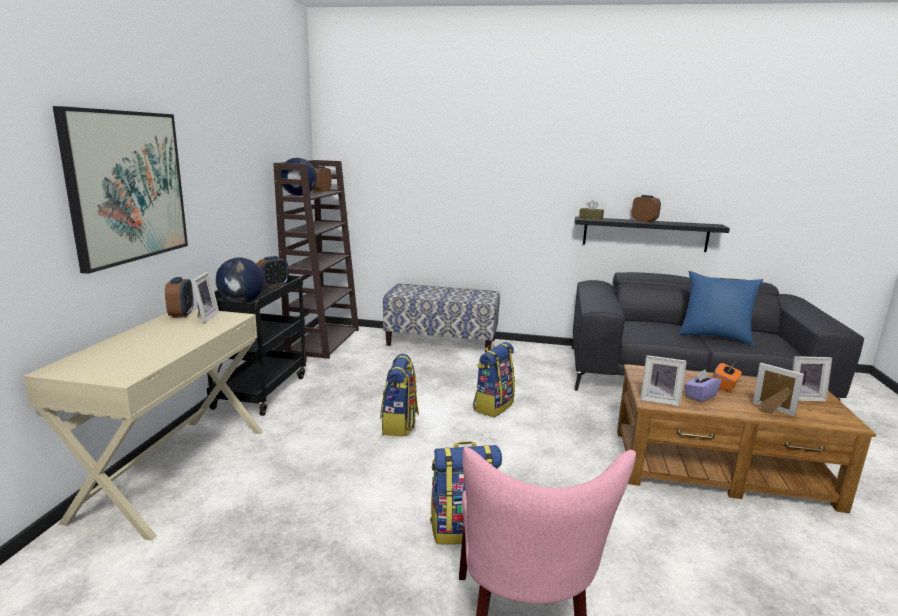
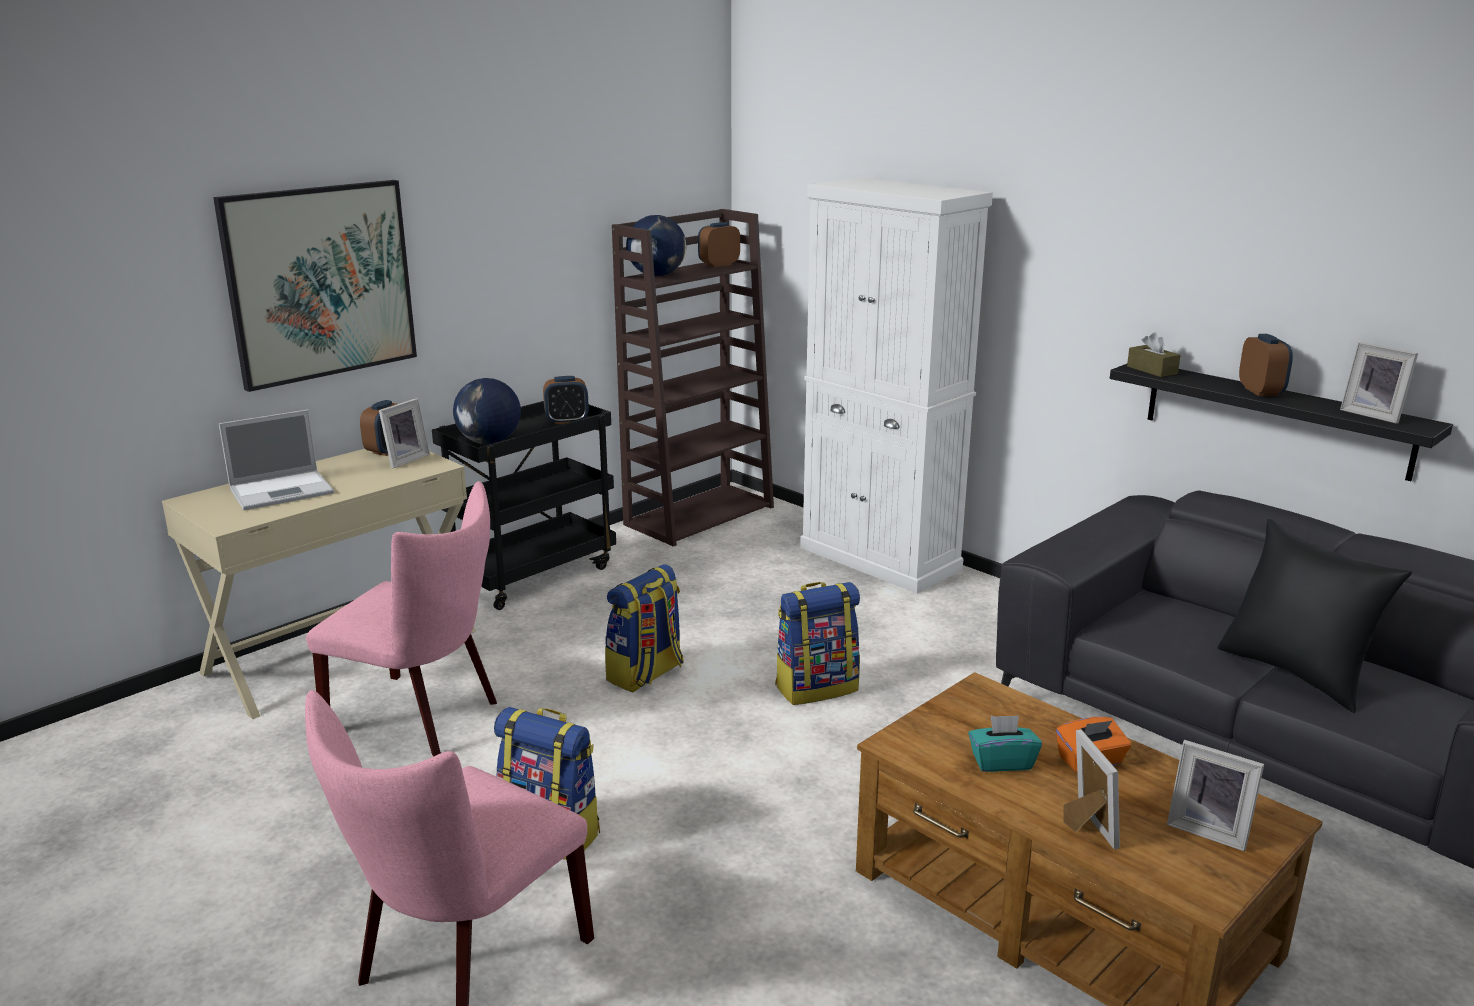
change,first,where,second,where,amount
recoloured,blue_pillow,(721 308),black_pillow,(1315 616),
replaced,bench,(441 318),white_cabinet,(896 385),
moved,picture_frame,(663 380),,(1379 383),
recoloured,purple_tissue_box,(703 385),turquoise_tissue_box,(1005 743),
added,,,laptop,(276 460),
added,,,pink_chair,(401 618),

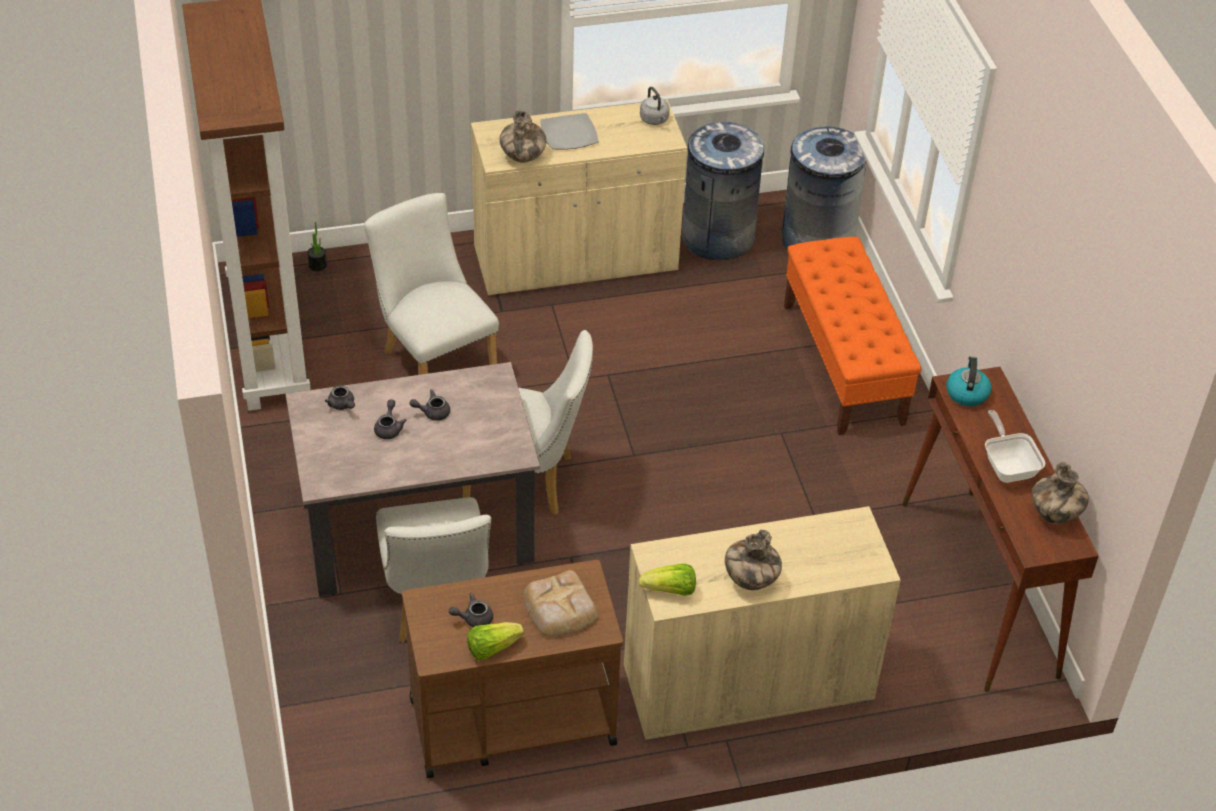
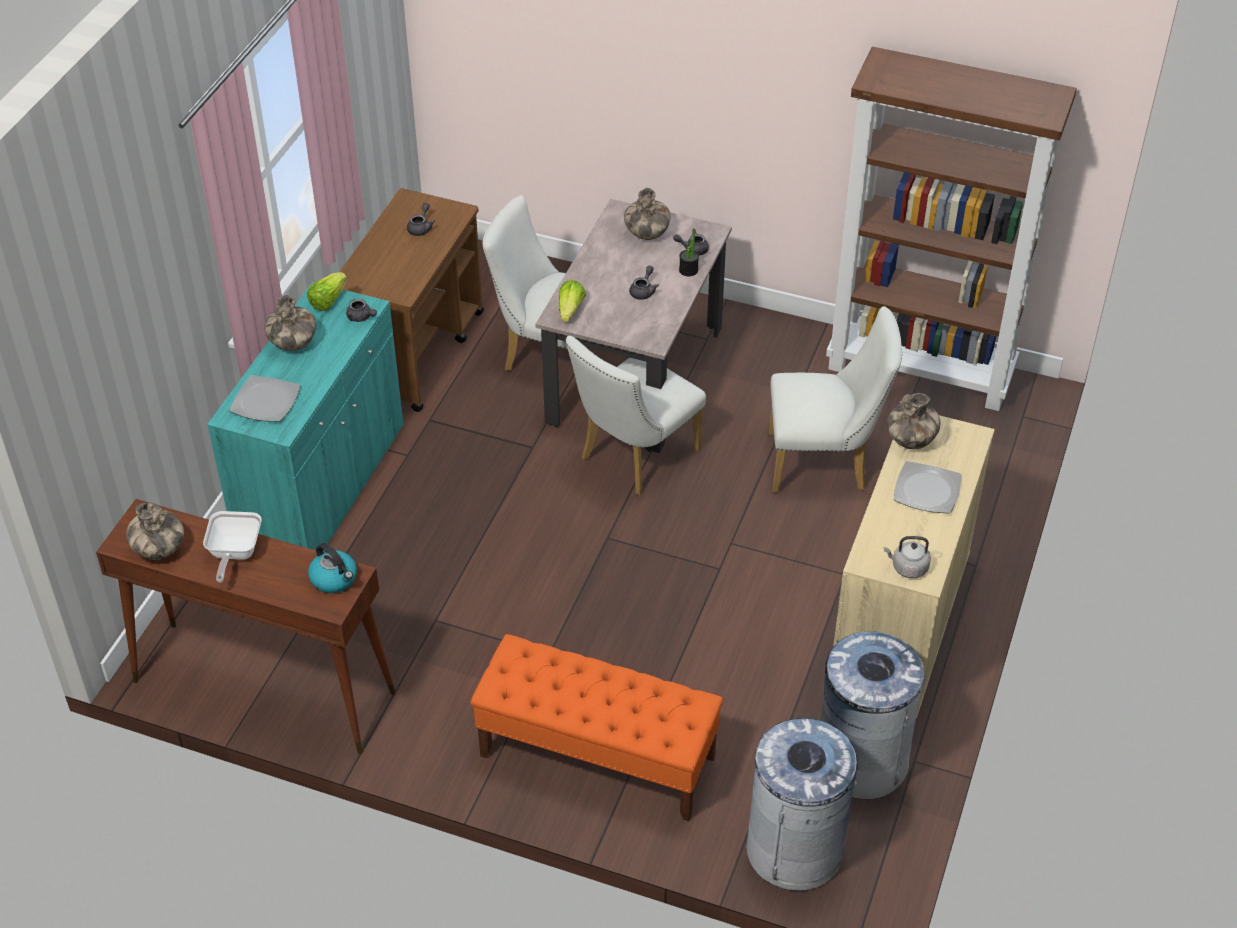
change,first,where,second,where,amount
moved,potted_plant,(317 246),,(689 252),
moved,grey_teapot,(390 419),,(361 310),
turned,frying_pan,(1015 446),,(232 547),75 degrees clockwise
recoloured,beige_cabinet,(762 623),turquoise_cabinet,(305 416),
removed,bread,(561 603),,,
moved,lettuce,(495 641),,(572 301),
added,,,vase,(647 214),
added,,,plate,(265 398),

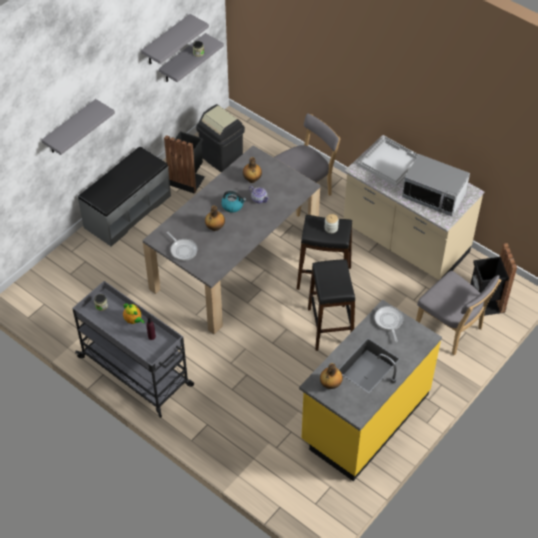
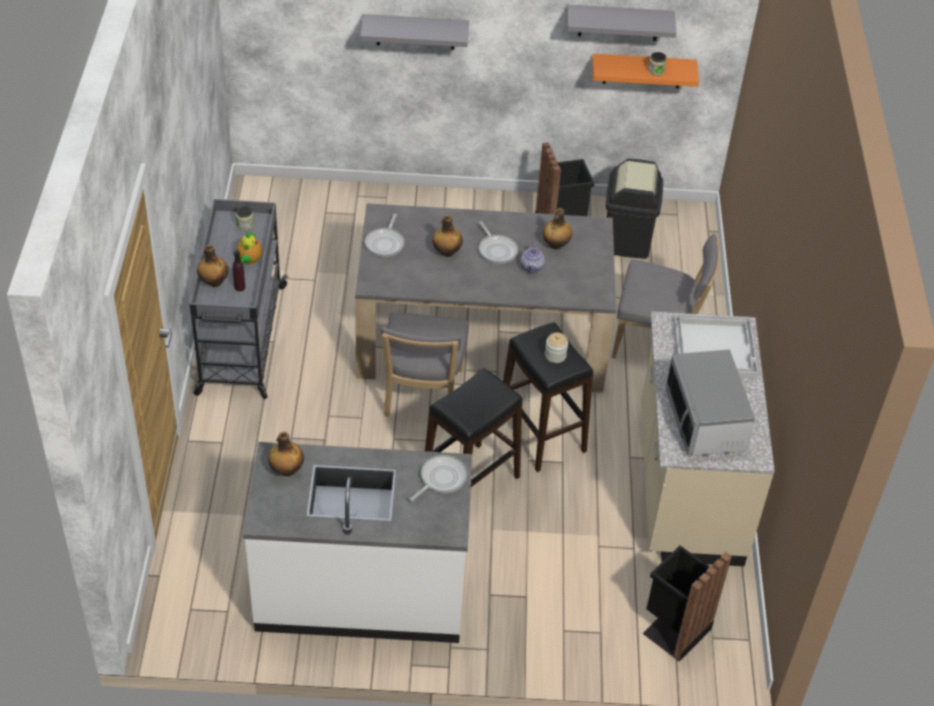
change,first,where,second,where,amount
recoloured,grey_shelf,(191 57),orange_shelf,(645 71),
removed,grey_bench,(124 196),,,
replaced,kettle,(233 202),frying_pan,(498 242),
moved,grey_chair,(458 313),,(425 364),
recoloured,yellow_counter,(370 390),white_counter,(357 542),
added,,,bottle,(213 266),

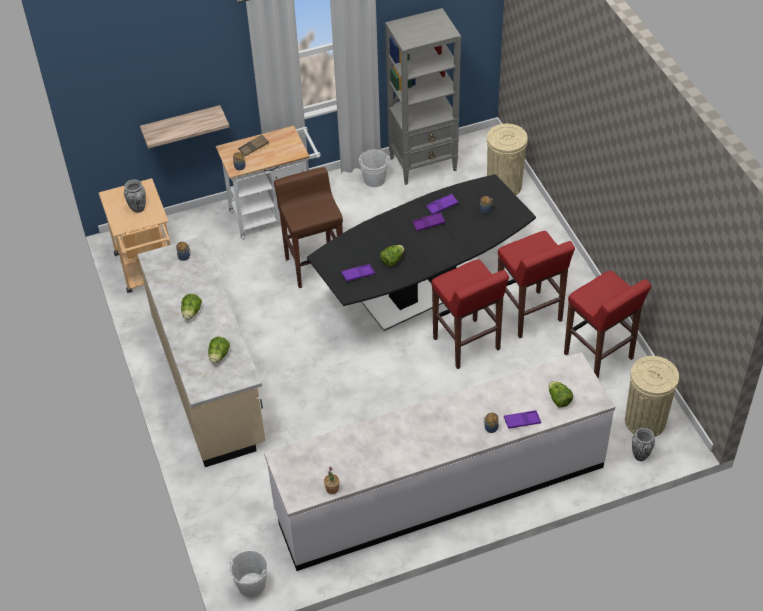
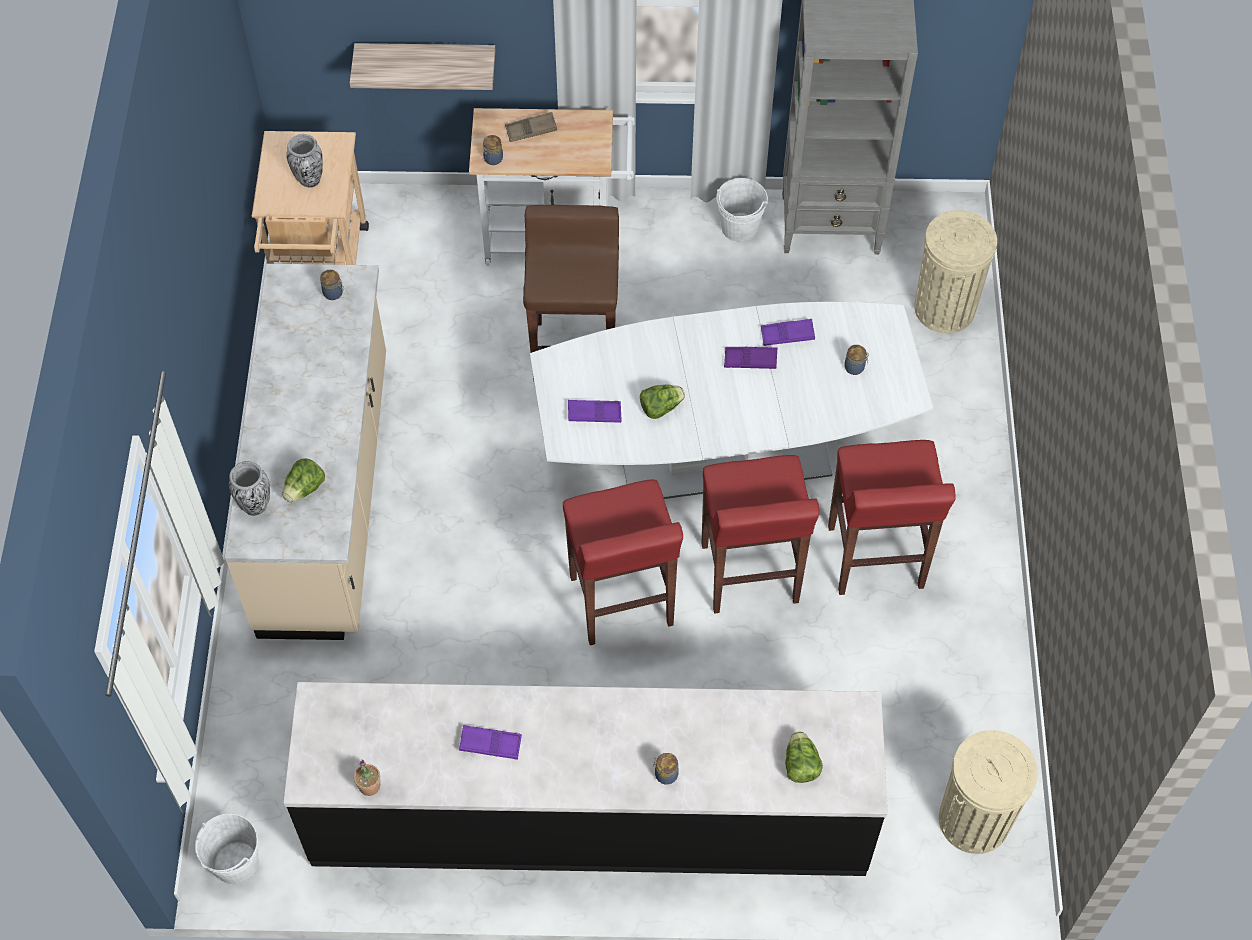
change,first,where,second,where,amount
recoloured,black_dining_table,(421 252),white_dining_table,(731 400),
moved,red_stool,(607 325),,(623 562),
removed,lettuce,(191 307),,,
recoloured,white_counter,(439 461),black_counter,(585 779),
moved,purple_tray,(522 419),,(490 742),
moved,vase,(643 444),,(249 488),

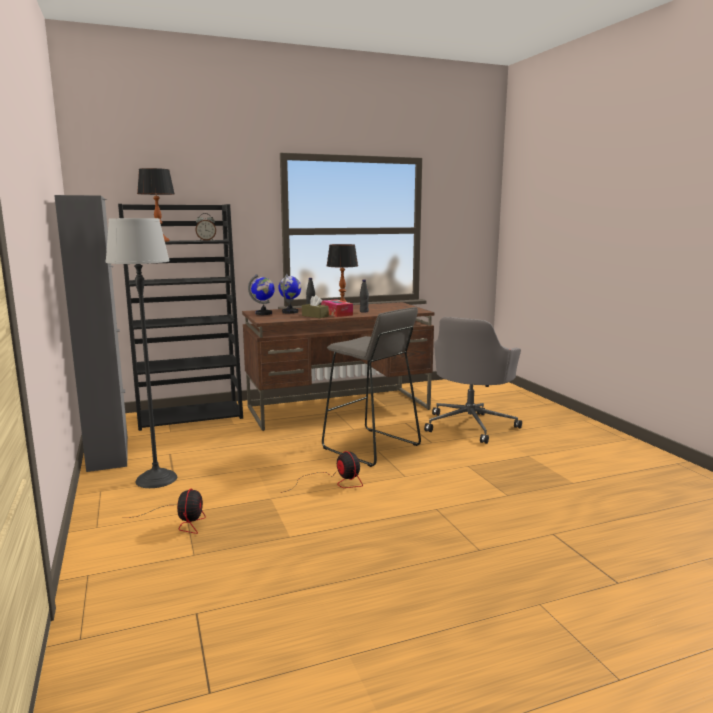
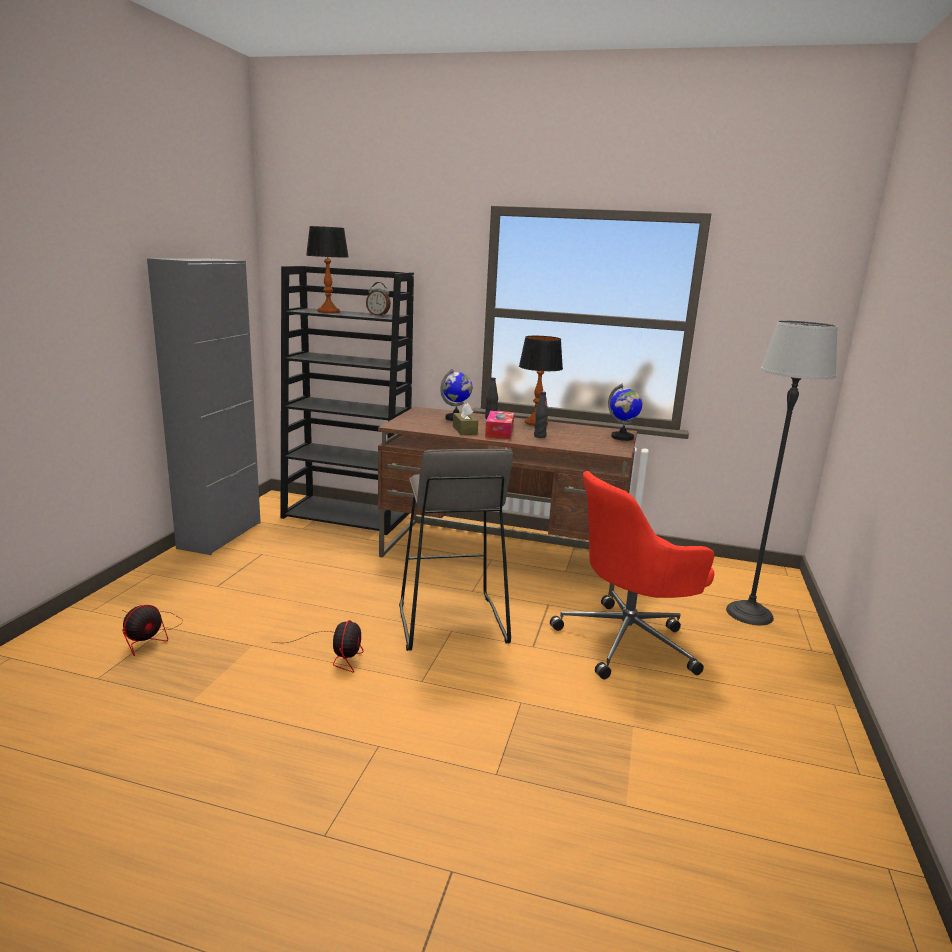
change,first,where,second,where,amount
moved,floor_lamp,(141 353),,(782 472),
moved,globe,(261 294),,(625 412),
recoloured,grey_office_chair,(473 380),red_office_chair,(632 575),

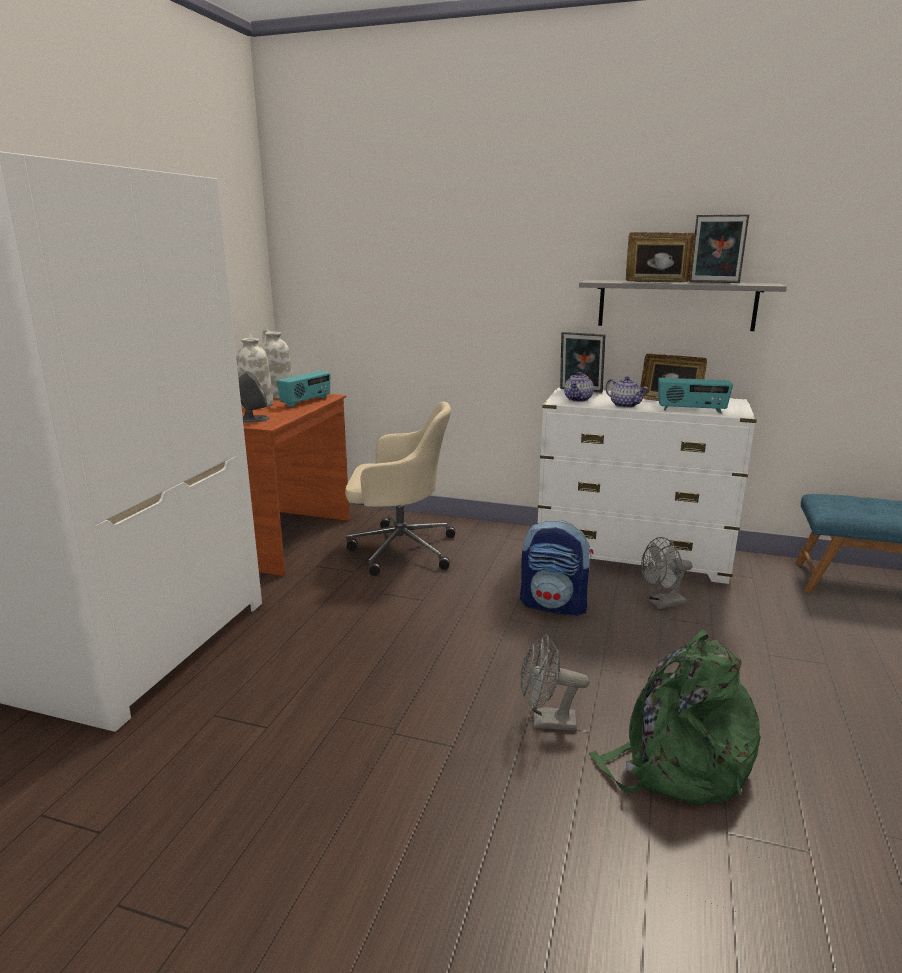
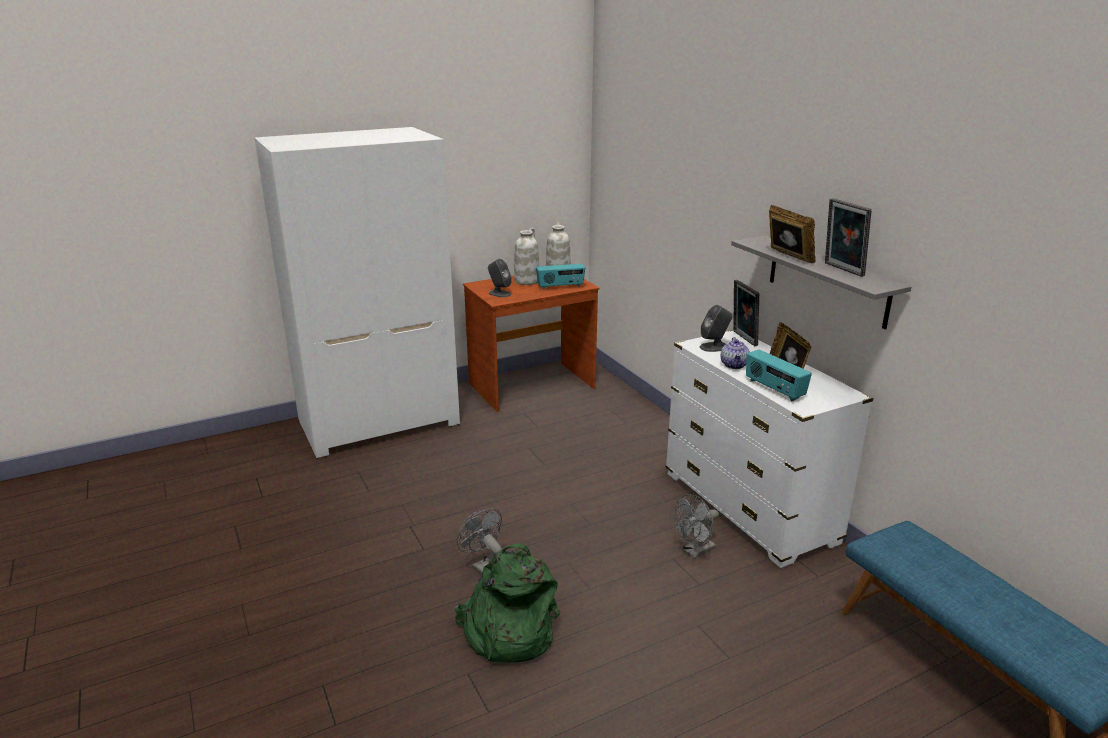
change,first,where,second,where,amount
replaced,teapot,(579 386),grey_speaker,(716 328),
removed,beige_office_chair,(400 488),,,
removed,backpack,(557 568),,,
turned,grey_fan,(666 573),,(696 526),60 degrees counterclockwise

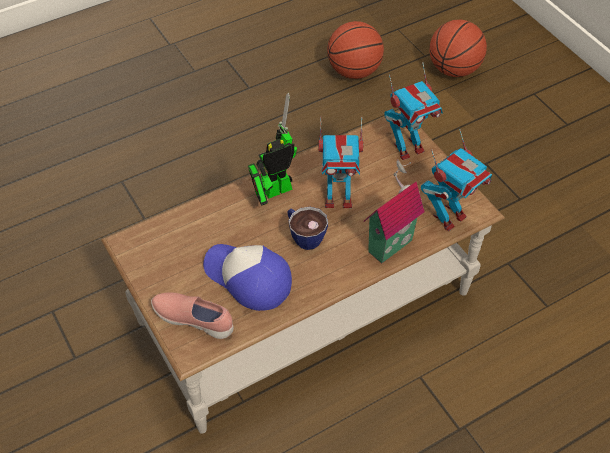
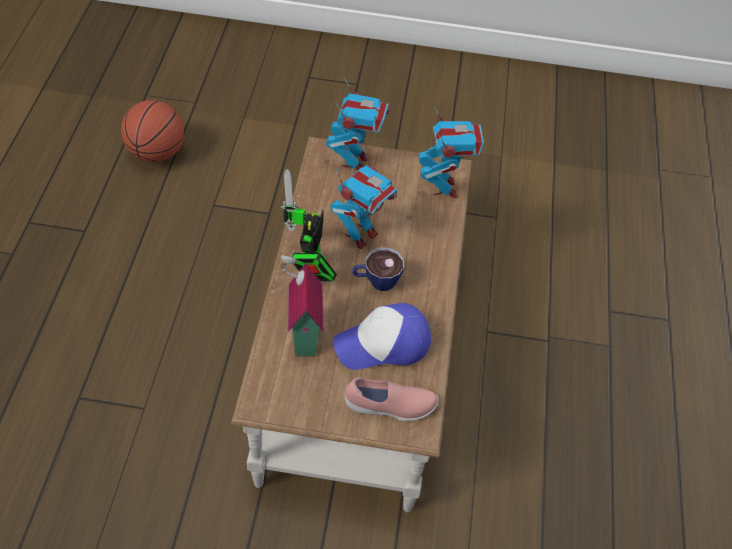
change,first,where,second,where,amount
removed,basketball,(458 48),,,
moved,toy_house,(394 211),,(302 303),
turned,pink_shoe,(192 315),,(391 399),150 degrees counterclockwise

